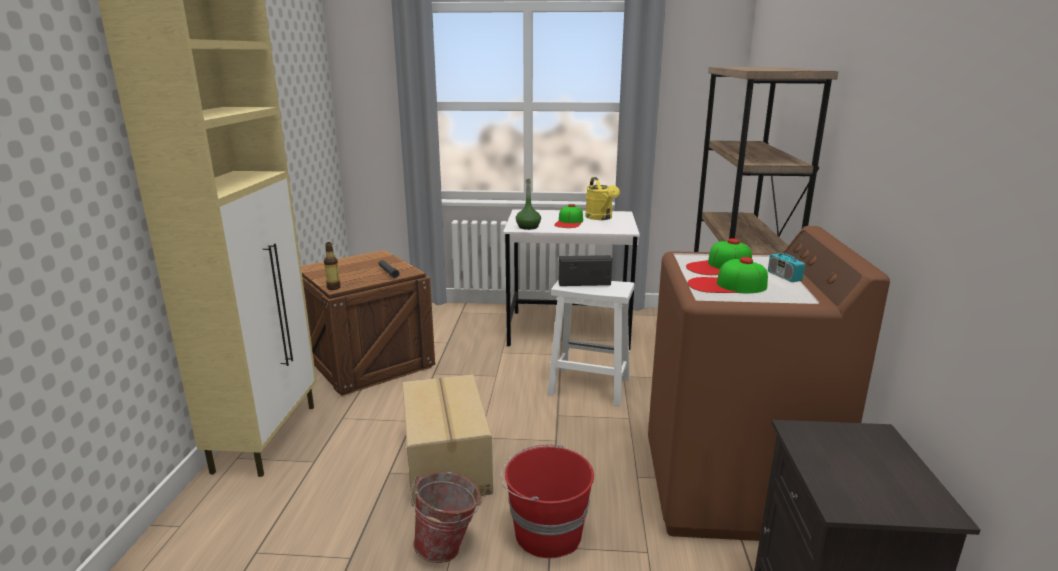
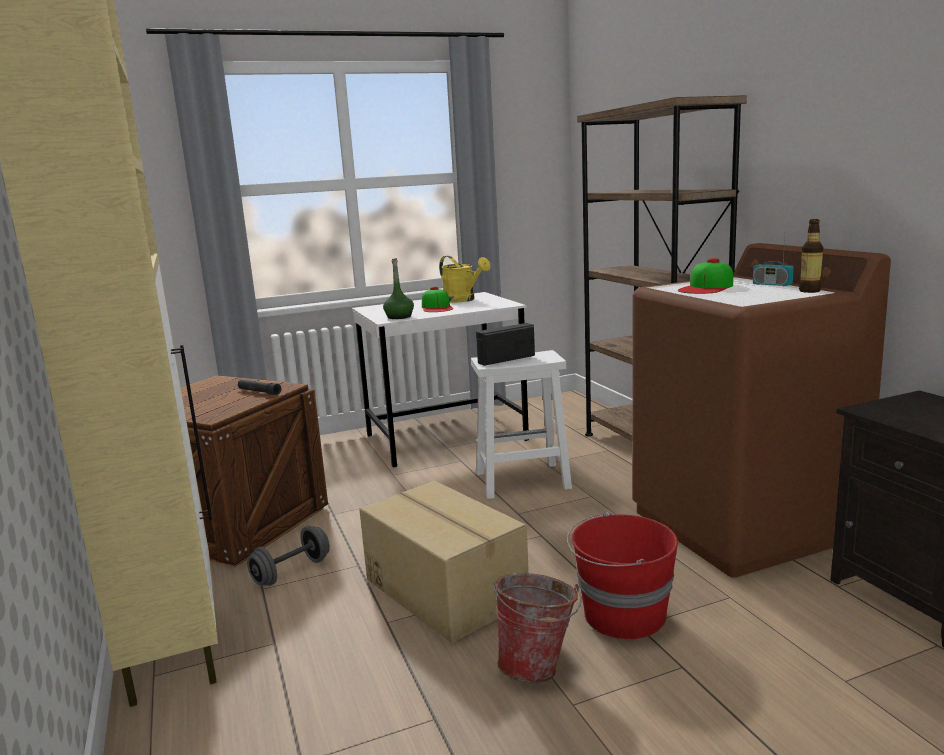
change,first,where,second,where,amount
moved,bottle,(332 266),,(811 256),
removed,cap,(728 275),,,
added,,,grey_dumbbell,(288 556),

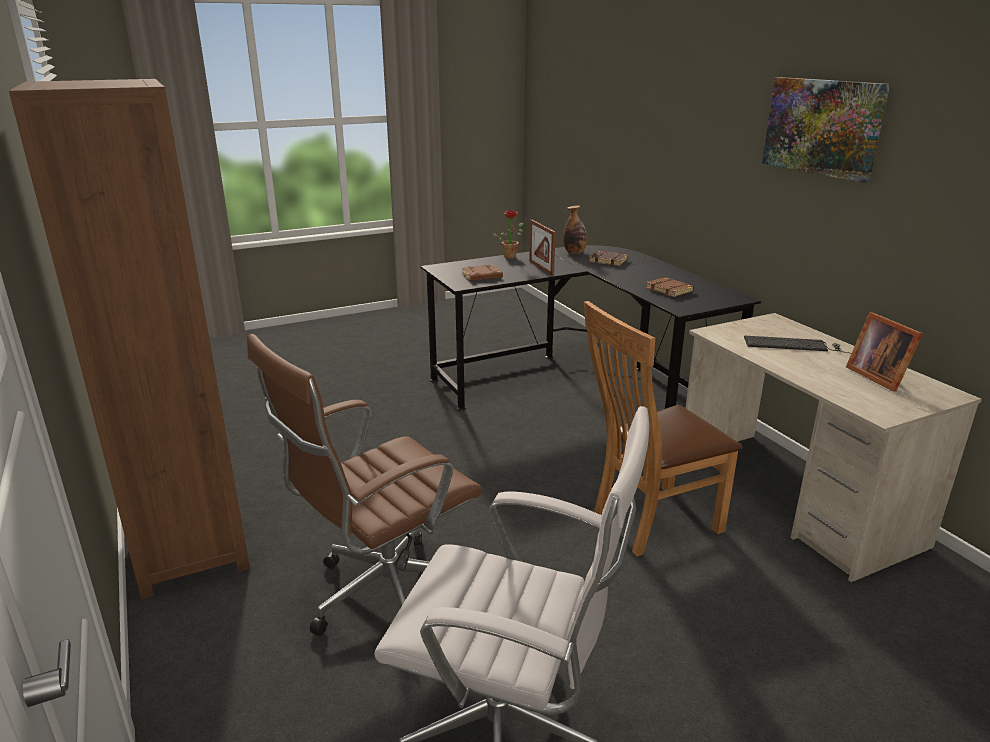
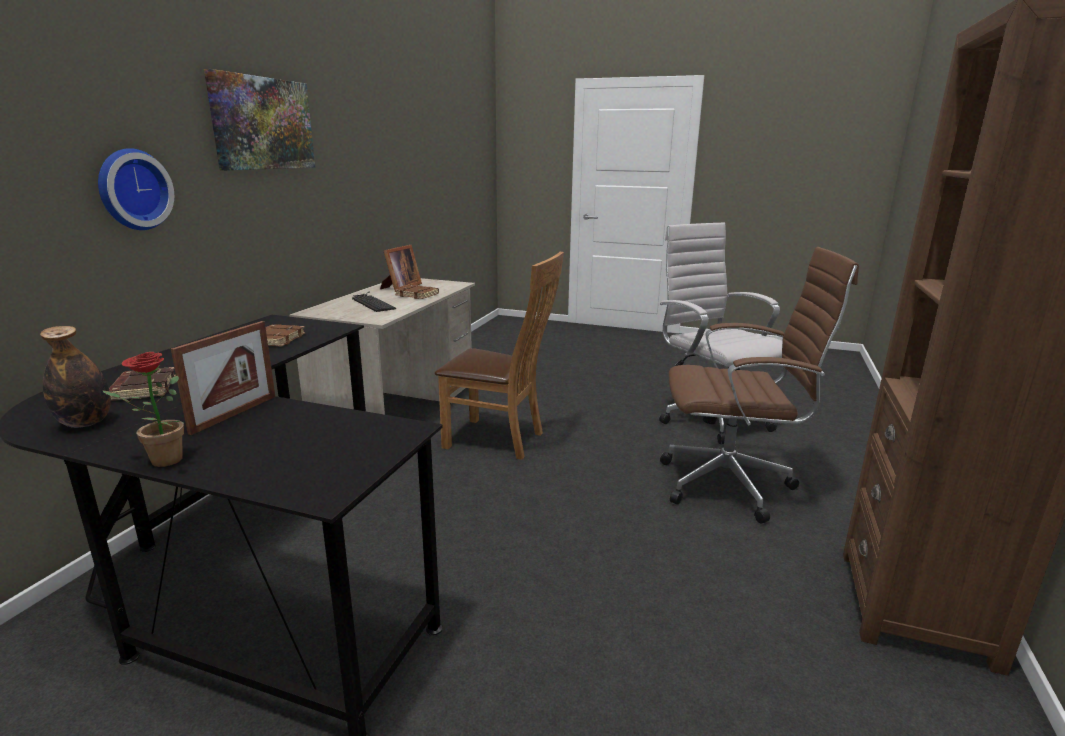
change,first,where,second,where,amount
moved,brown_book,(482 273),,(417 292),
added,,,wall_clock,(136 189),

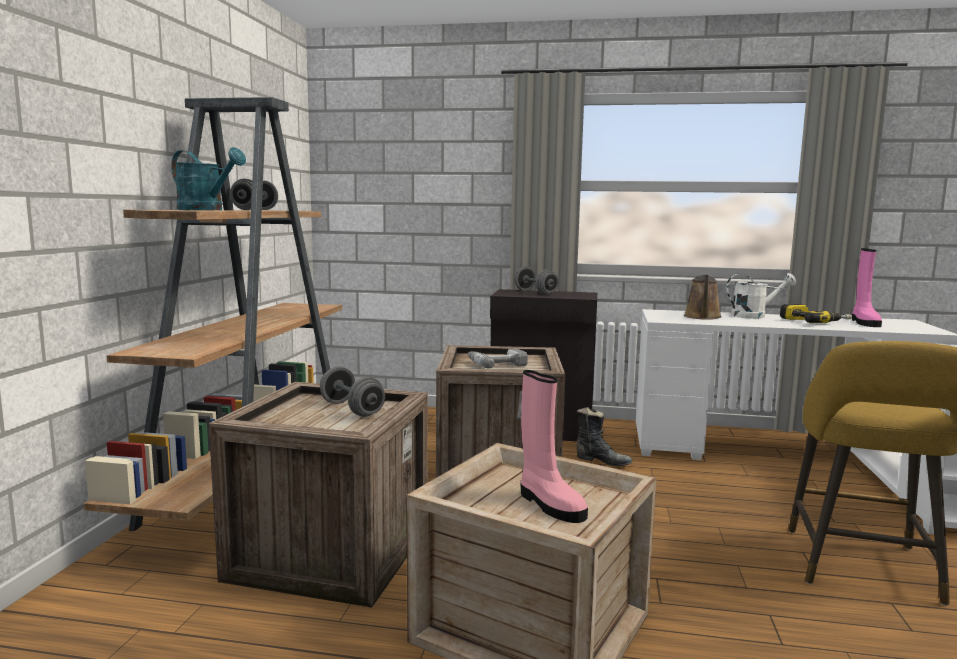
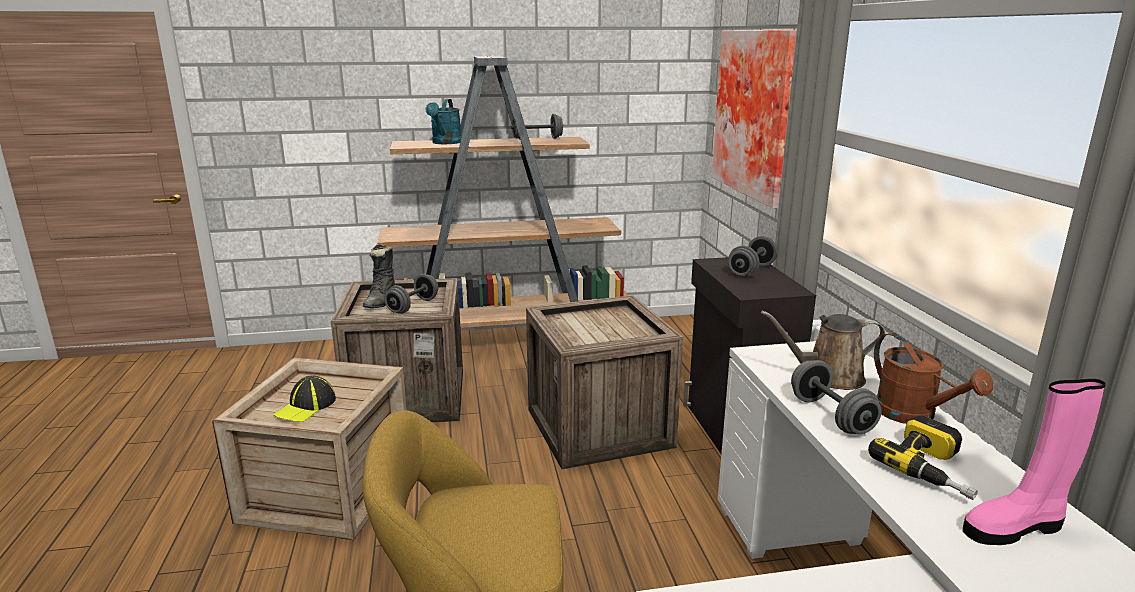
change,first,where,second,where,amount
recoloured,white_watering_can,(761 296),brown_watering_can,(933 378),
removed,power_drill,(498 358),,,
replaced,pink_boot,(554 446),cap,(304 398),
moved,black_boot,(604 436),,(379 276),
added,,,picture,(754 119),
added,,,grey_dumbbell,(836 397),

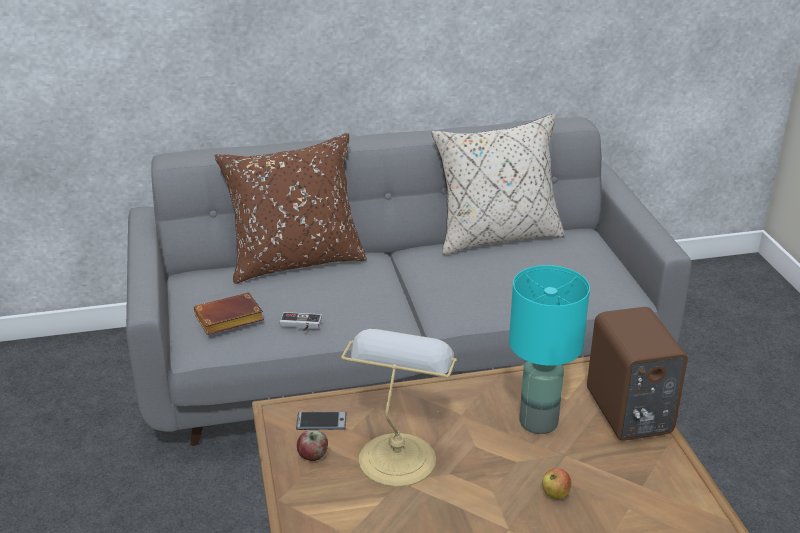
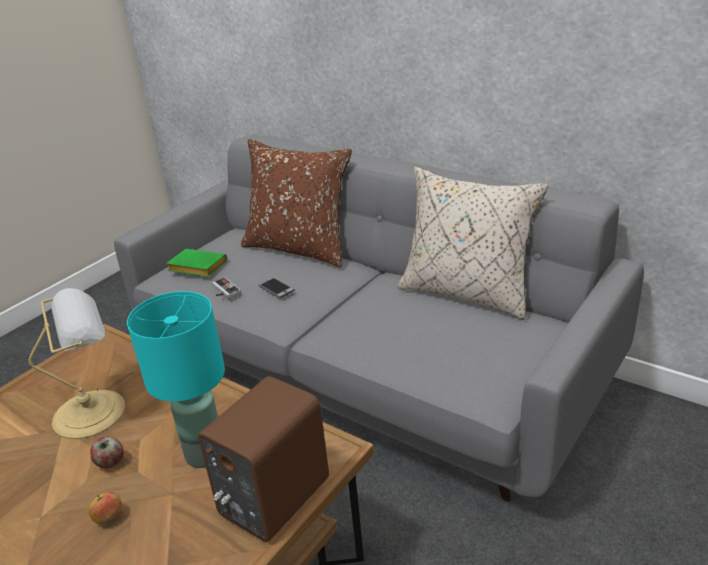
change,first,where,second,where,amount
recoloured,brown_book,(229 313),green_book,(196 263),
moved,phone,(321 421),,(276 287),
moved,apple,(312 445),,(107 453),

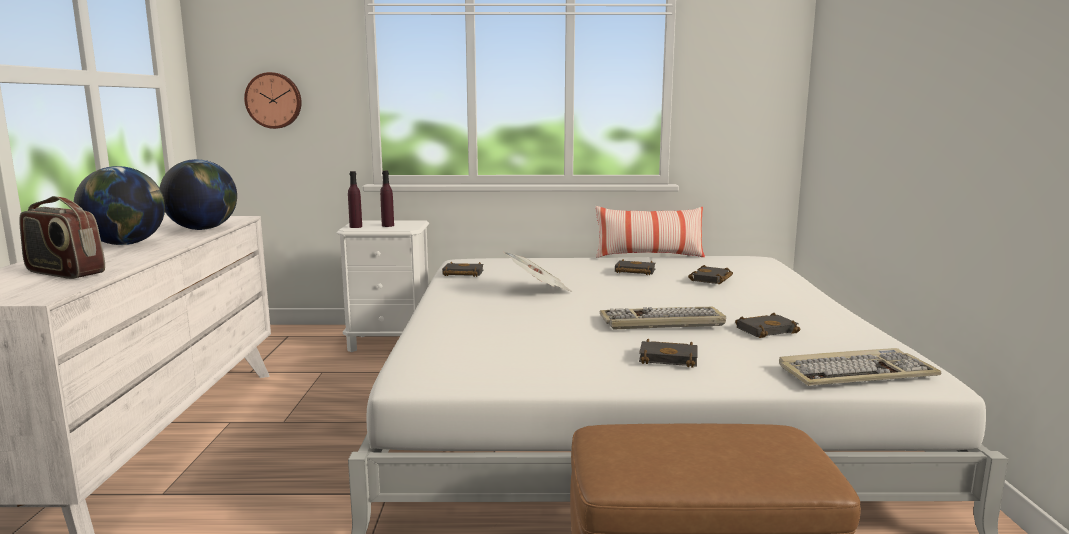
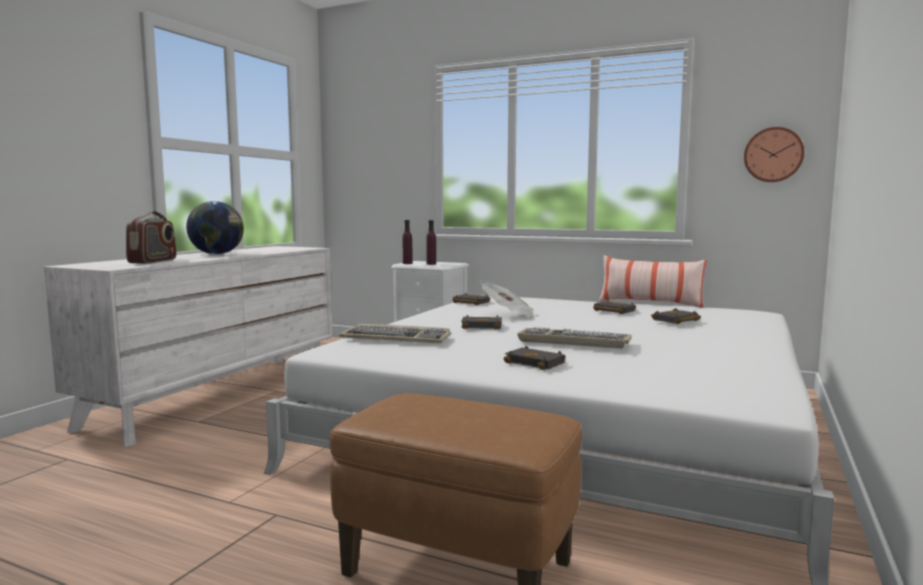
change,first,where,second,where,amount
moved,wall_clock,(273 100),,(774 154),
removed,globe,(198 194),,,
turned,radio,(62 237),,(151 237),135 degrees counterclockwise
moved,black_book,(767 325),,(481 322),
moved,keyboard,(860 367),,(395 333),

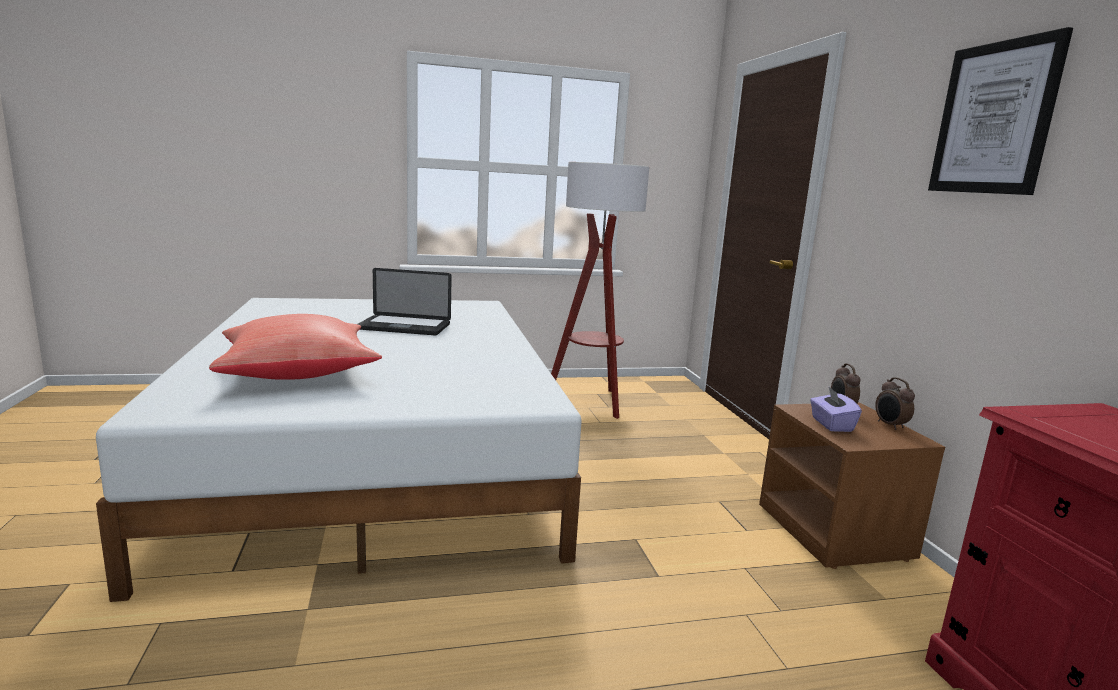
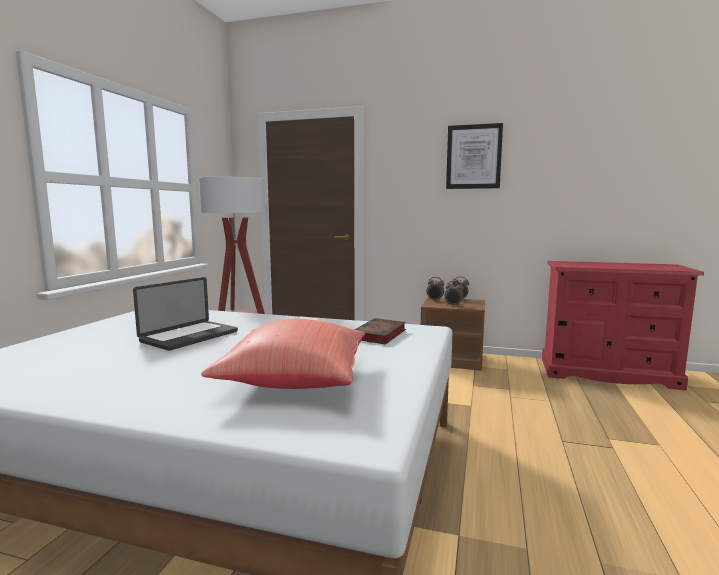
change,first,where,second,where,amount
replaced,purple_tissue_box,(836 409),alarm_clock,(454 294),
added,,,book,(380 331),

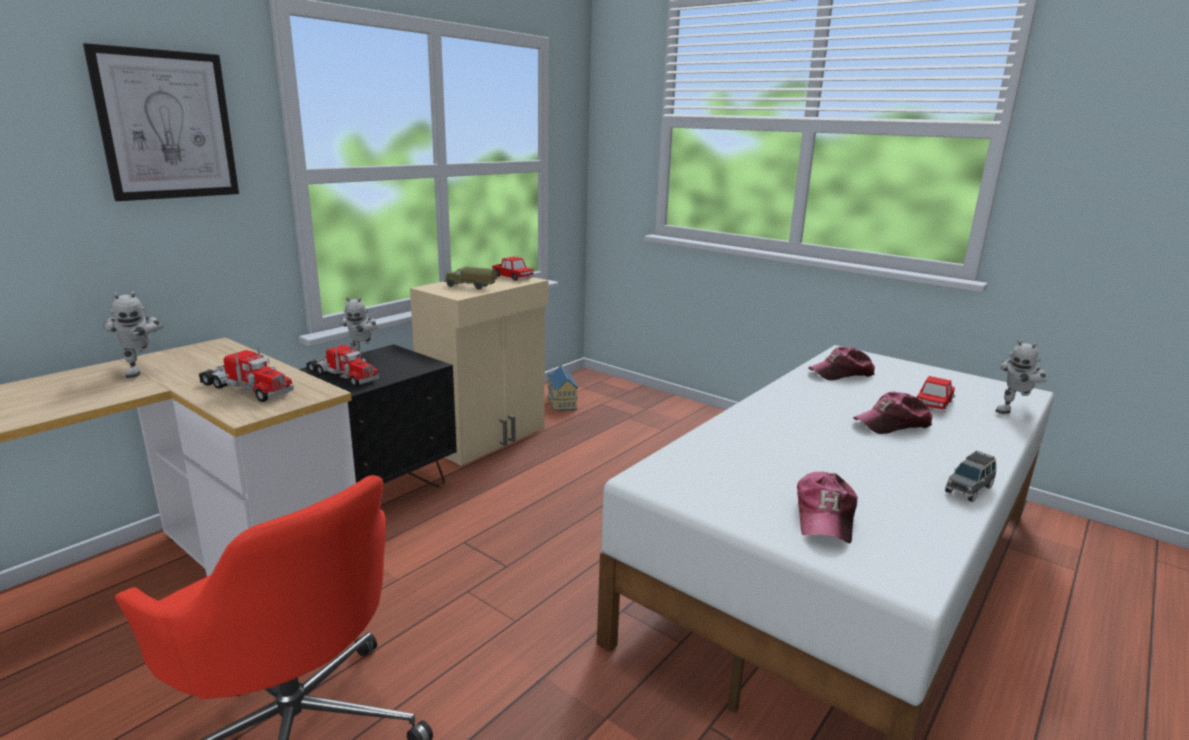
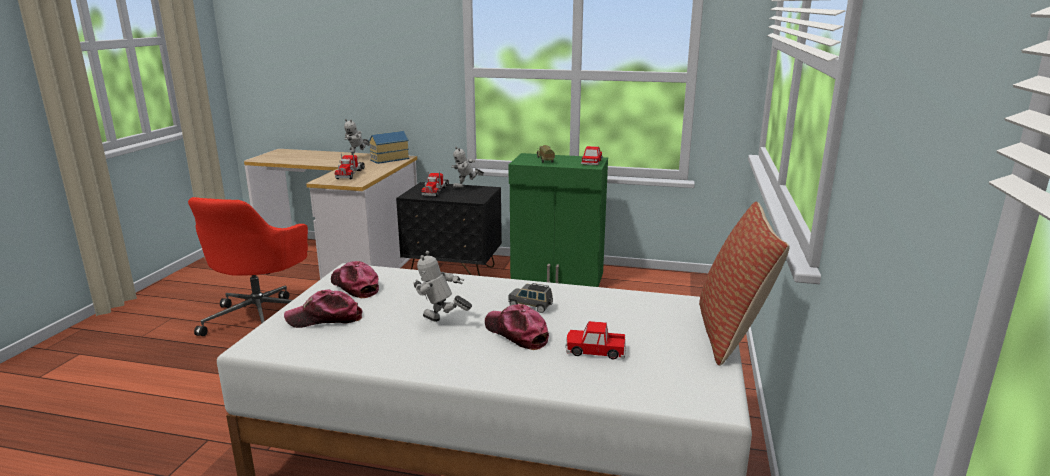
change,first,where,second,where,amount
removed,picture,(161 122),,,
recoloured,beige_cabinet,(479 371),green_cabinet,(558 220),
moved,toy_robot,(1021 377),,(442 286),
moved,cap,(841 363),,(355 279),
moved,toy_house,(563 388),,(389 147),
moved,grey_toy_car,(970 476),,(530 298),
added,,,pillow,(744 284),

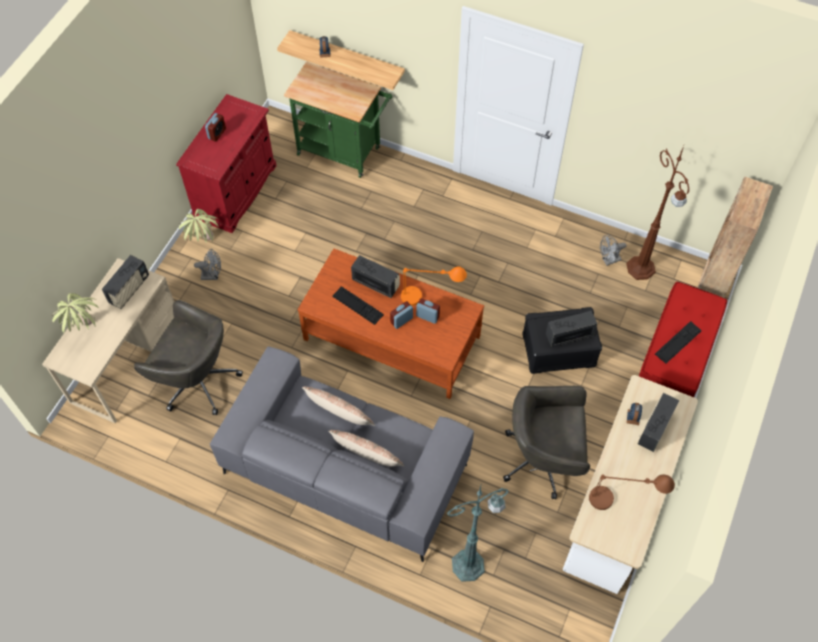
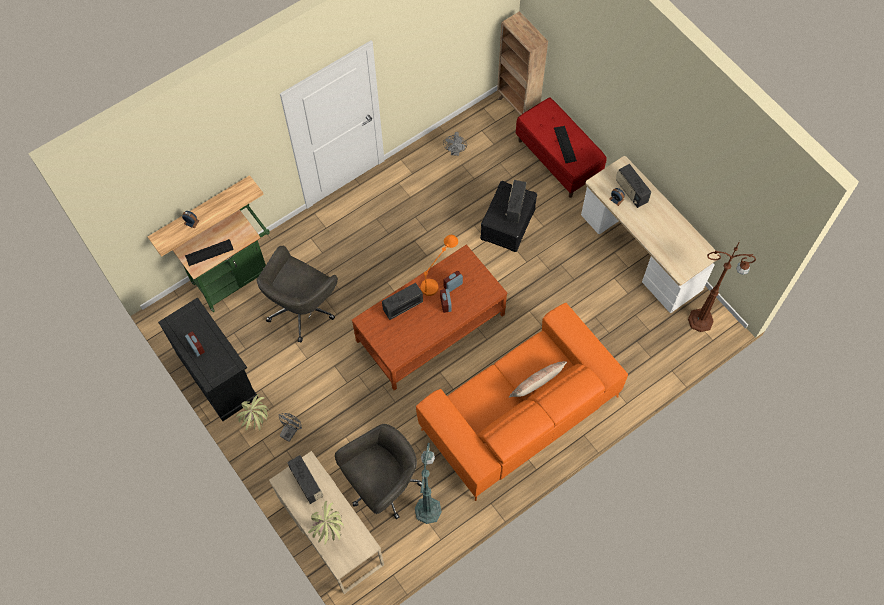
change,first,where,second,where,amount
recoloured,red_cabinet,(226 163),black_cabinet,(208 359),
moved,brown_floor_lamp,(657 213),,(722 286),
moved,keyboard,(358 305),,(209 252),
recoloured,grey_sofa,(342 454),orange_sofa,(522 402),
removed,pillow,(338 406),,,
moved,grey_office_chair,(546 442),,(297 294),
removed,brown_table_lamp,(632 492),,,
moved,green_floor_lamp,(478 533),,(428 483),

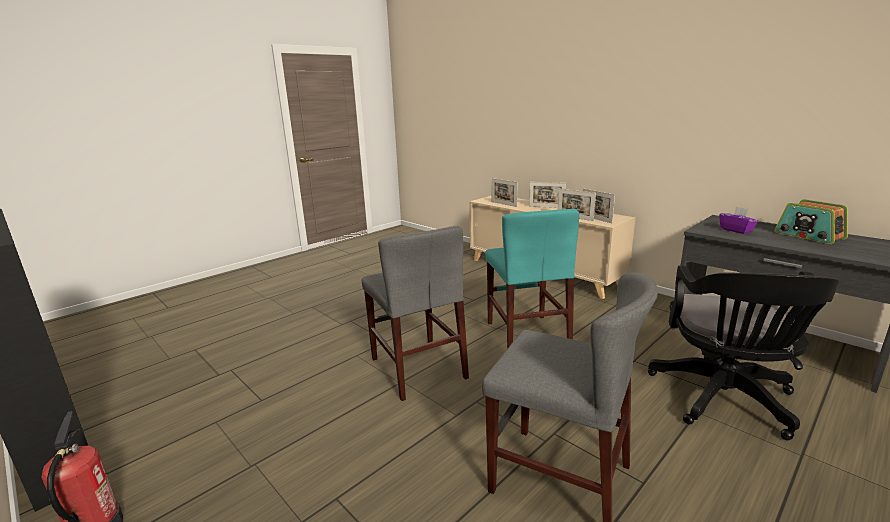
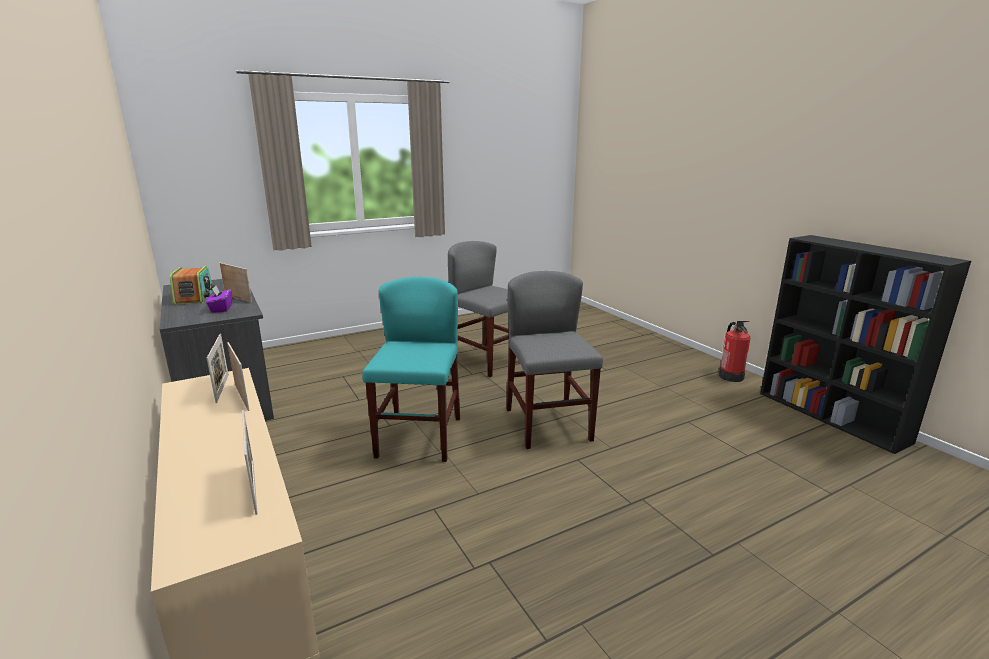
change,first,where,second,where,amount
moved,picture_frame,(547 195),,(236 283),
removed,black_office_chair,(743 352),,,

